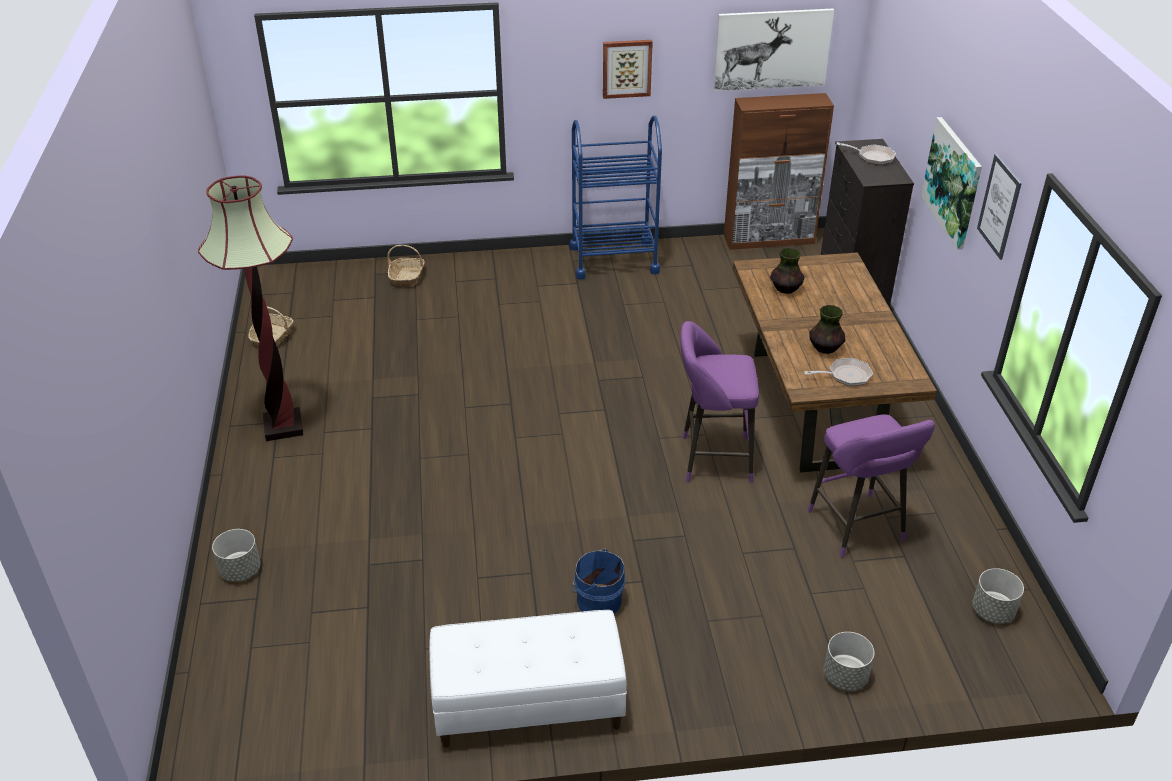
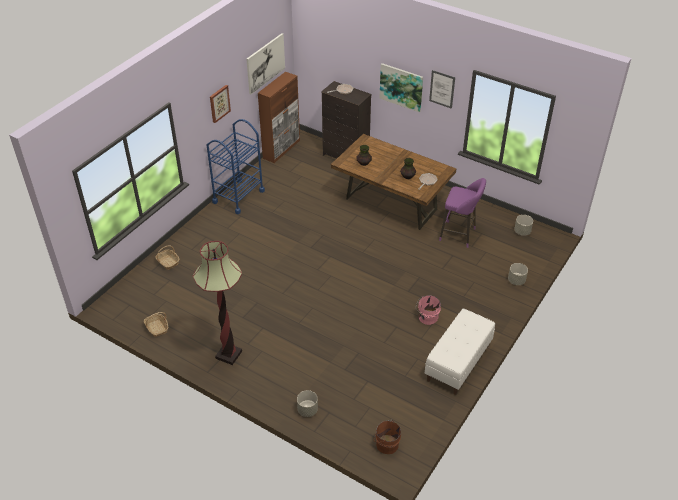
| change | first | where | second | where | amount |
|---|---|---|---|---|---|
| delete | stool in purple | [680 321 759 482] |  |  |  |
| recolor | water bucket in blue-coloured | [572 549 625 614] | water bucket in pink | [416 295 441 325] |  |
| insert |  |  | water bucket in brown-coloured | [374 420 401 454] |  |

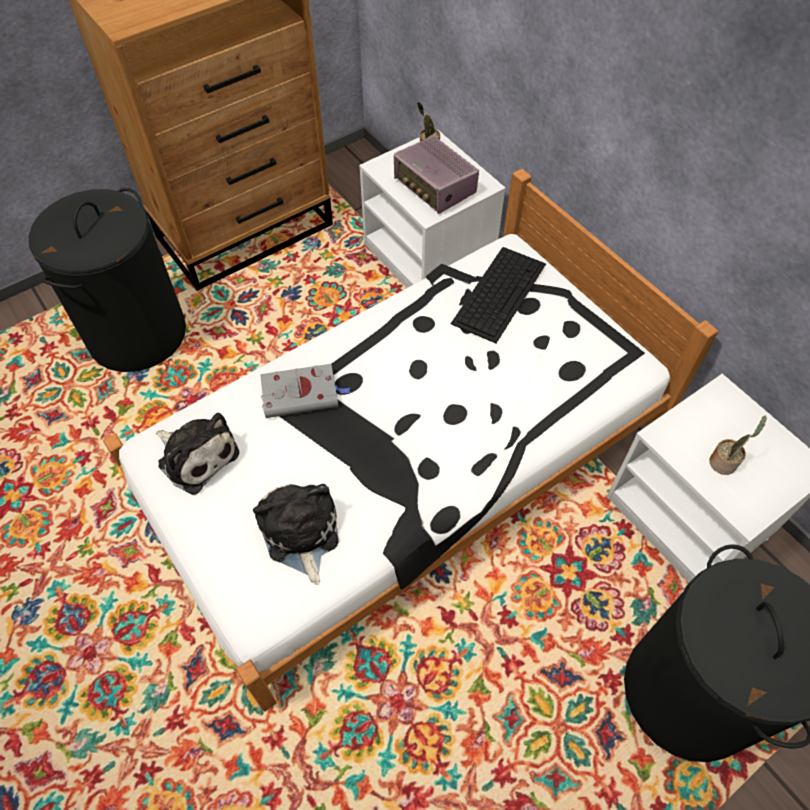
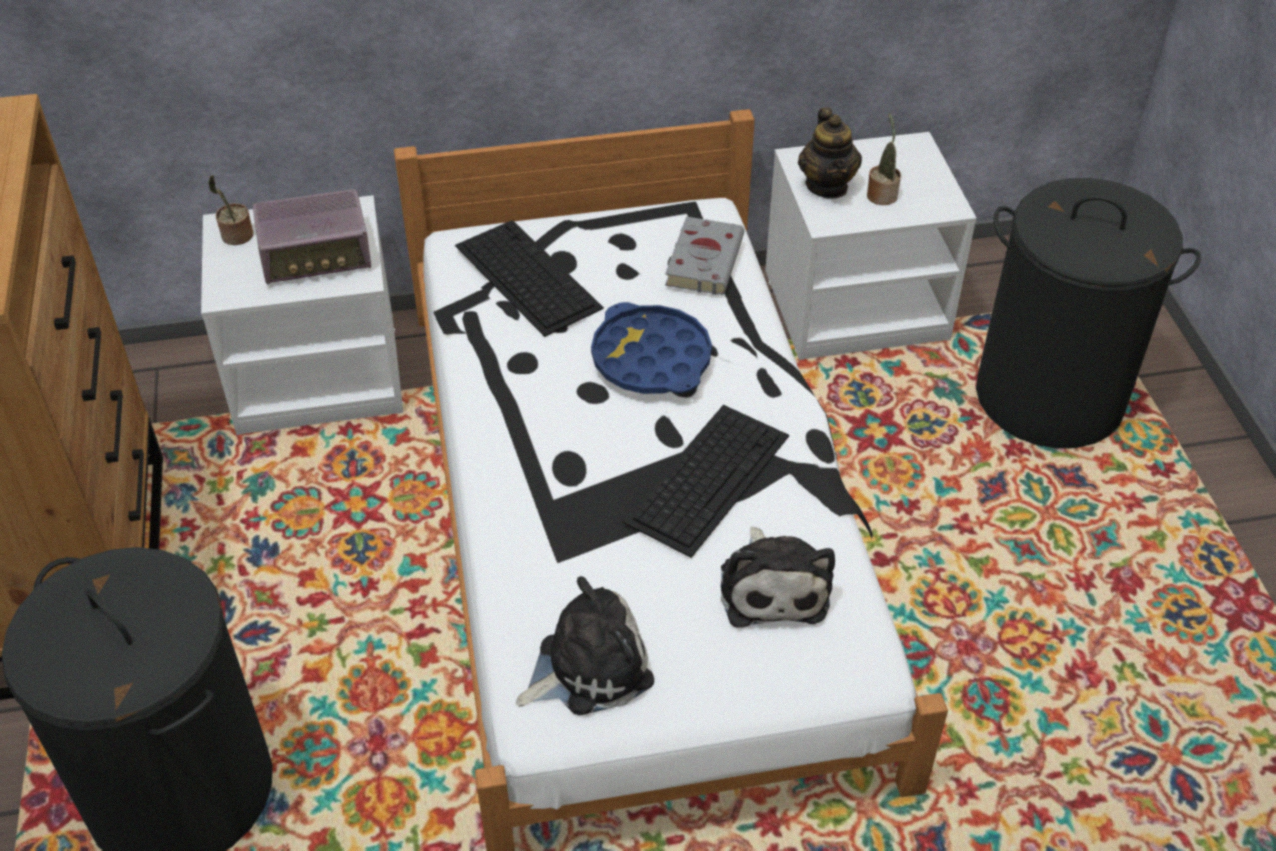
| change | first | where | second | where | amount |
|---|---|---|---|---|---|
| move | volume in gray | [260 364 351 418] |  | [665 216 744 295] |  |
| rotate | soft toy | [253 484 339 584] |  | [721 526 835 628] | 105 degrees counterclockwise |
| insert |  |  | teapot | [798 107 862 199] |  |
| insert |  |  | carrying tray in blue-coloured | [591 302 712 394] |  |
| insert |  |  | keyboard | [623 405 789 558] |  |

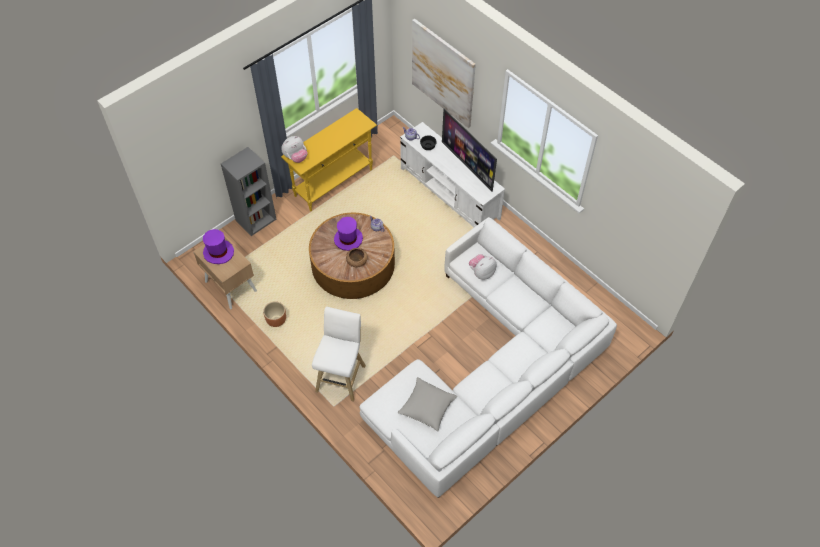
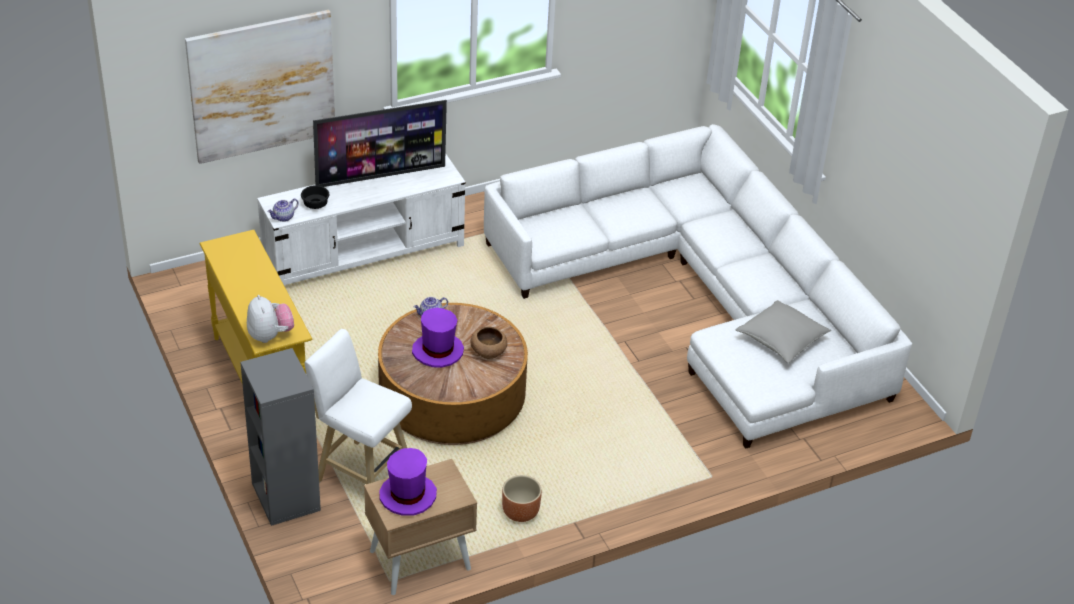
| change | first | where | second | where | amount |
|---|---|---|---|---|---|
| delete | soft toy | [469 254 496 280] |  |  |  |
| move | stool in white-coloured | [312 307 366 402] |  | [304 329 412 484] |  |

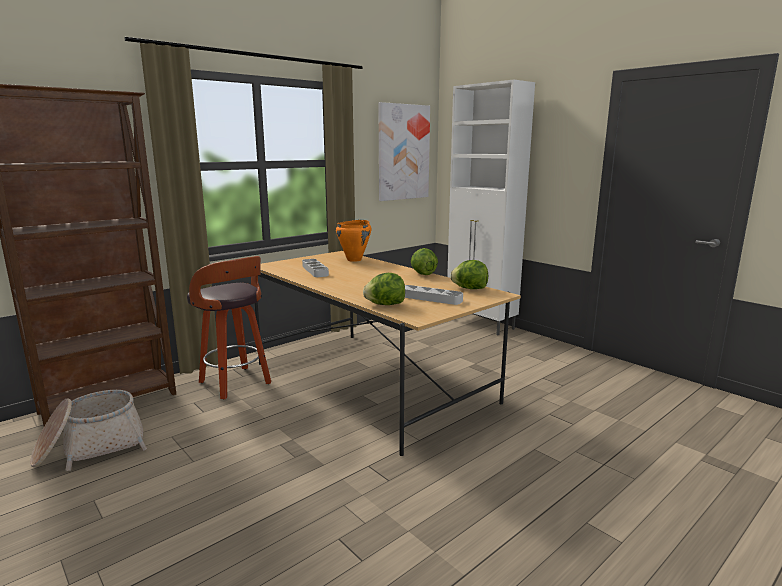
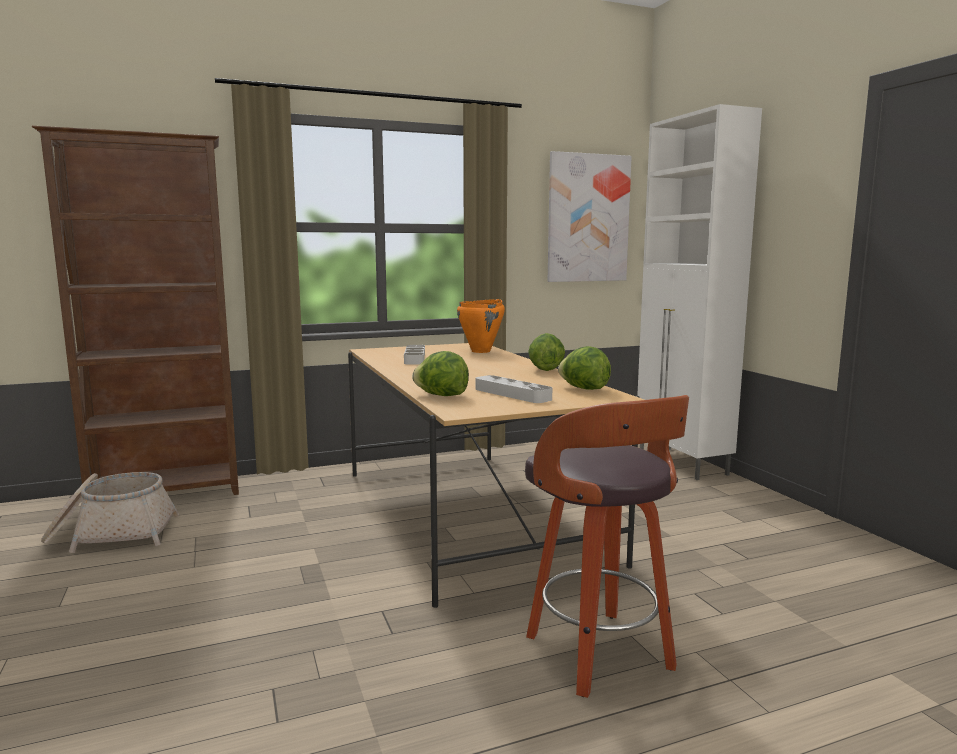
| change | first | where | second | where | amount |
|---|---|---|---|---|---|
| move | stool | [187 256 271 400] |  | [525 395 689 698] |  |

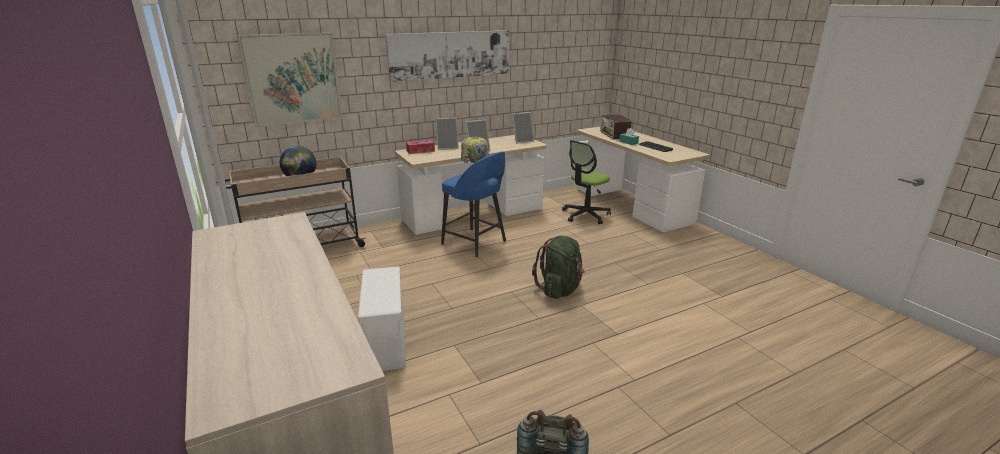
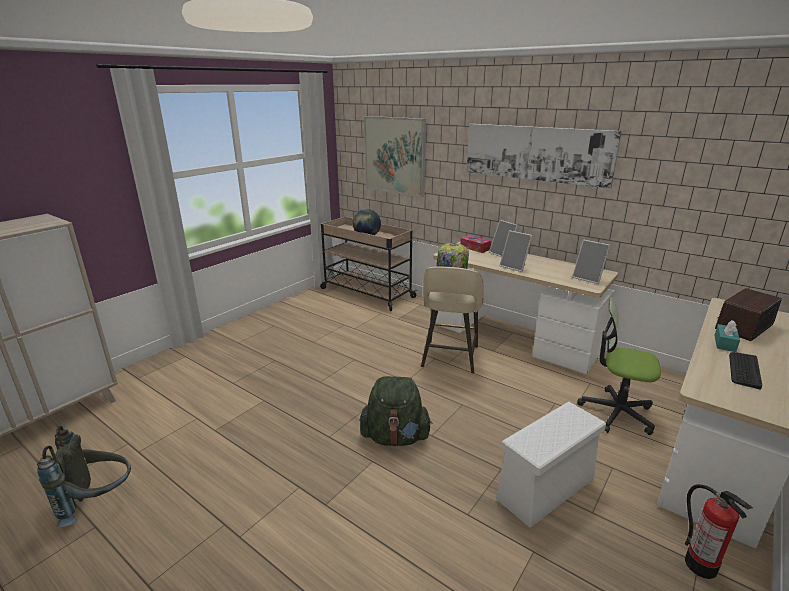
| change | first | where | second | where | amount |
|---|---|---|---|---|---|
| recolor | stool in blue-coloured | [441 151 506 257] | stool in sand-coloured | [421 266 484 373] |  |
| move | storage container in white-coloured | [358 267 406 371] |  | [496 402 606 527] |  |
| insert |  |  | fire extinguisher | [685 484 753 579] |  |

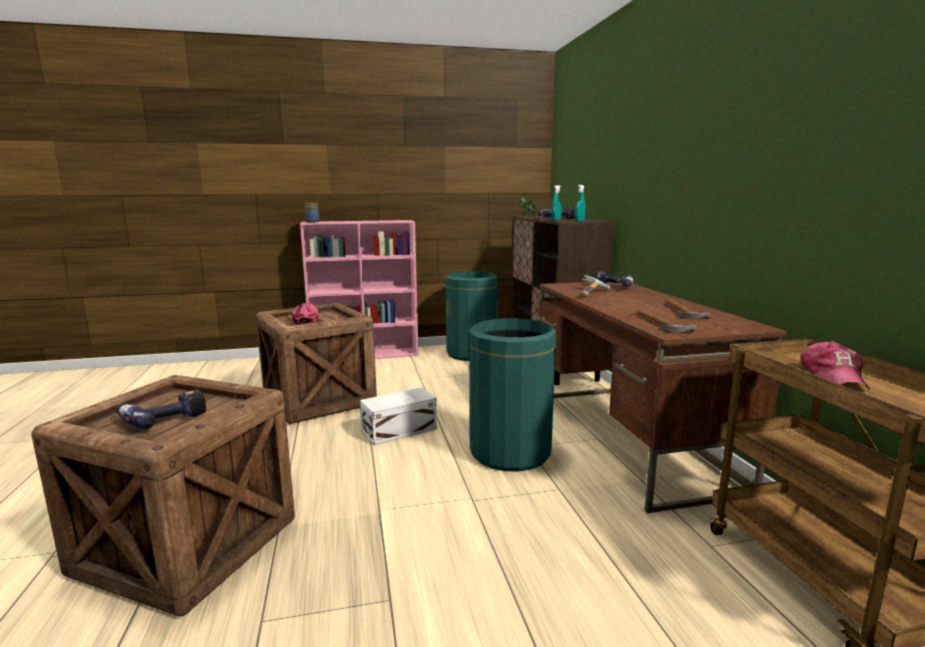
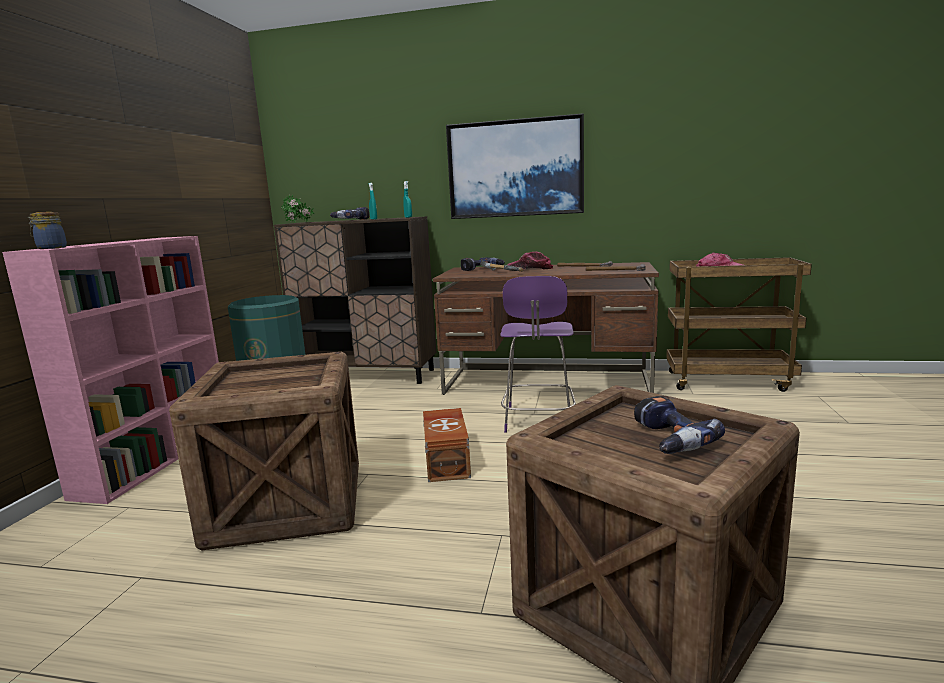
| change | first | where | second | where | amount |
|---|---|---|---|---|---|
| move | cap | [292 303 319 325] |  | [508 251 553 270] |  |
| replace | rubbish bin in green | [469 318 556 472] | plain chair in purple | [500 276 576 433] |  |
| recolor | storage container in white-coloured | [360 387 437 445] | storage container in brown-coloured | [423 408 471 482] |  |
| insert |  |  | wall picture | [446 113 584 219] |  |

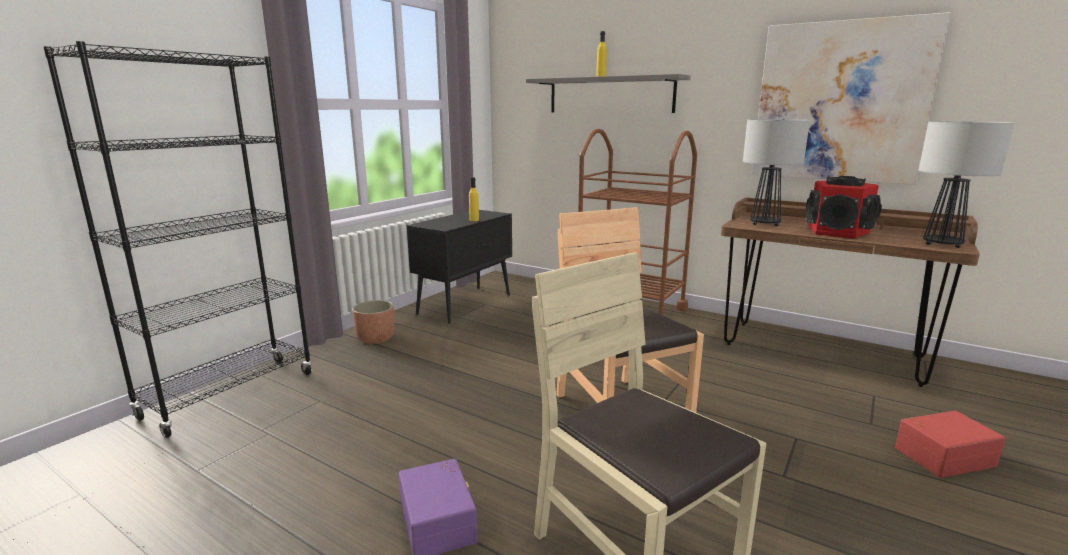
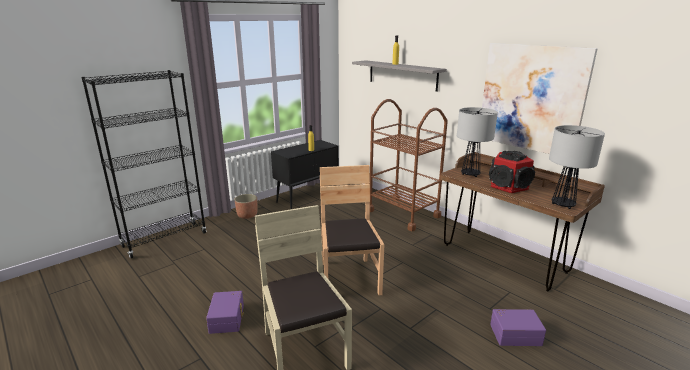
| change | first | where | second | where | amount |
|---|---|---|---|---|---|
| recolor | storage container in red-coloured | [895 411 1005 478] | storage container in purple | [490 309 546 346] |  |

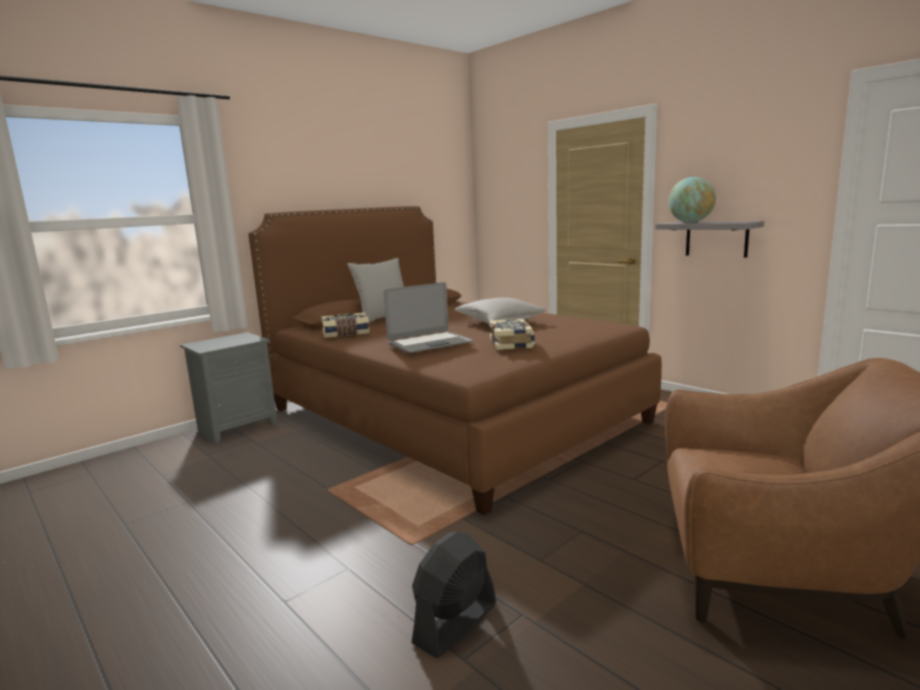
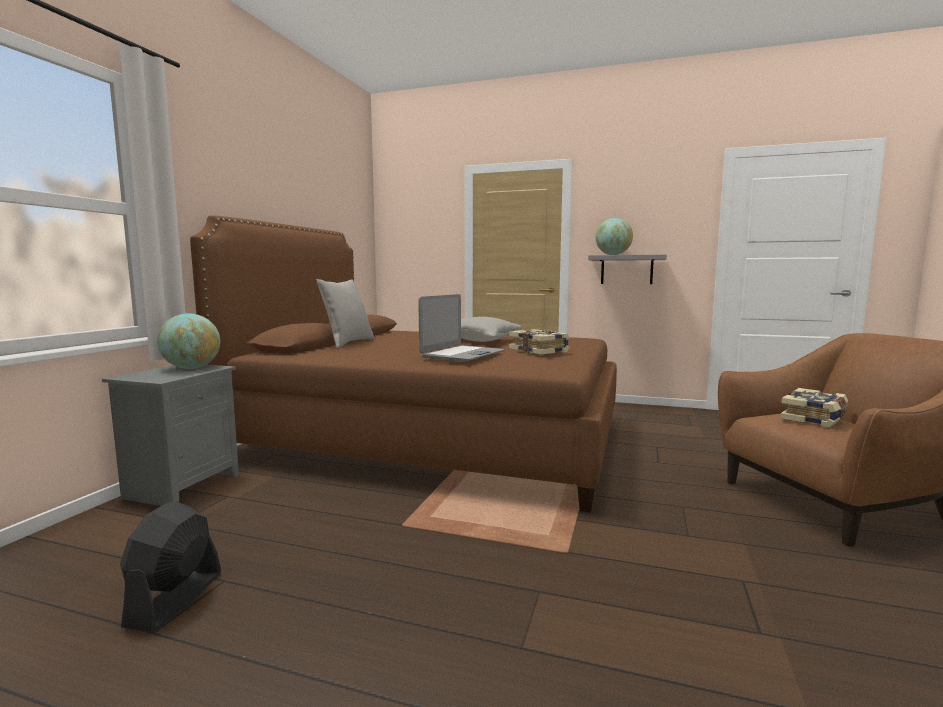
| change | first | where | second | where | amount |
|---|---|---|---|---|---|
| move | volume | [321 312 370 338] |  | [780 388 848 427] |  |
| move | cooling fan in black | [412 532 496 658] |  | [120 501 221 632] |  |
| insert |  |  | desk globe | [157 313 220 369] |  |

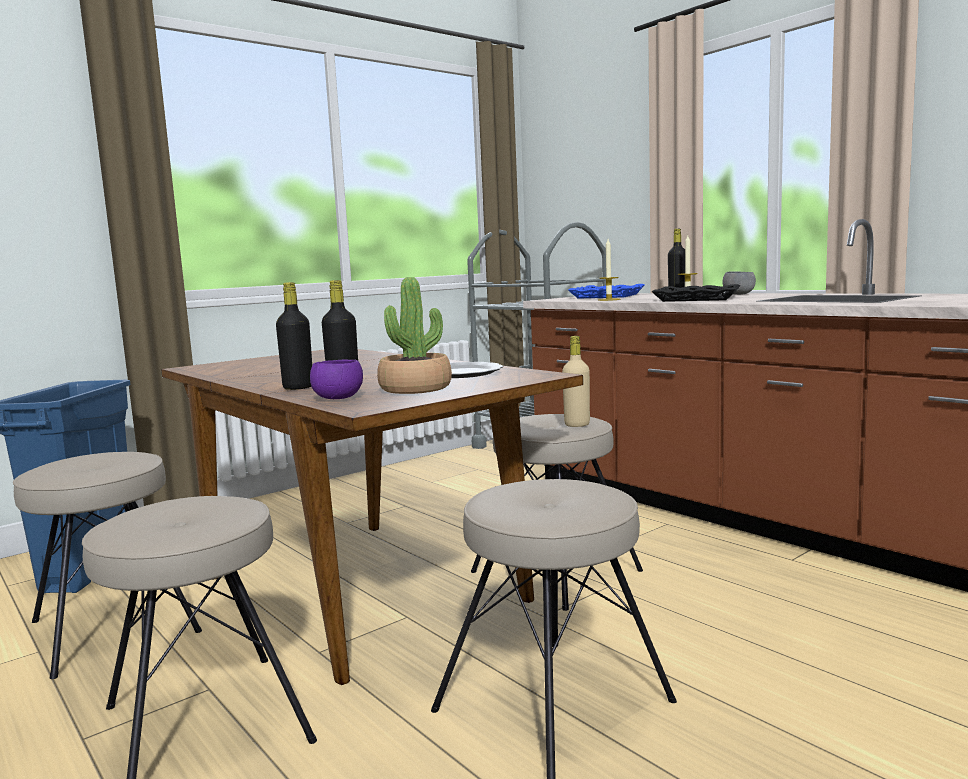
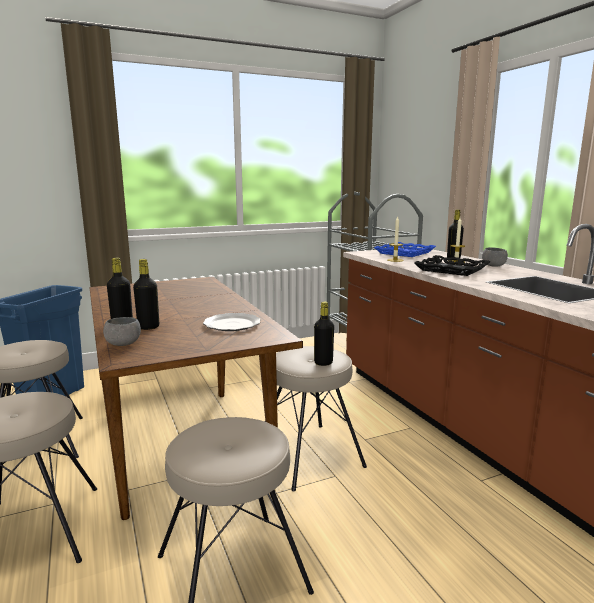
| change | first | where | second | where | amount |
|---|---|---|---|---|---|
| delete | potted plant | [377 277 452 394] |  |  |  |
| recolor | beverage bottle in sand-coloured | [562 336 590 427] | beverage bottle in black | [314 302 334 366] |  |
| recolor | bowl in purple | [310 360 363 399] | bowl in gray | [103 317 141 346] |  |

